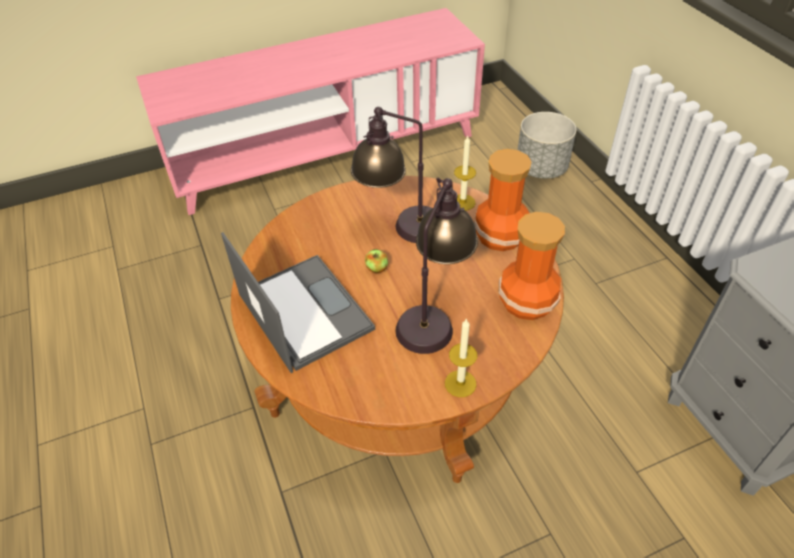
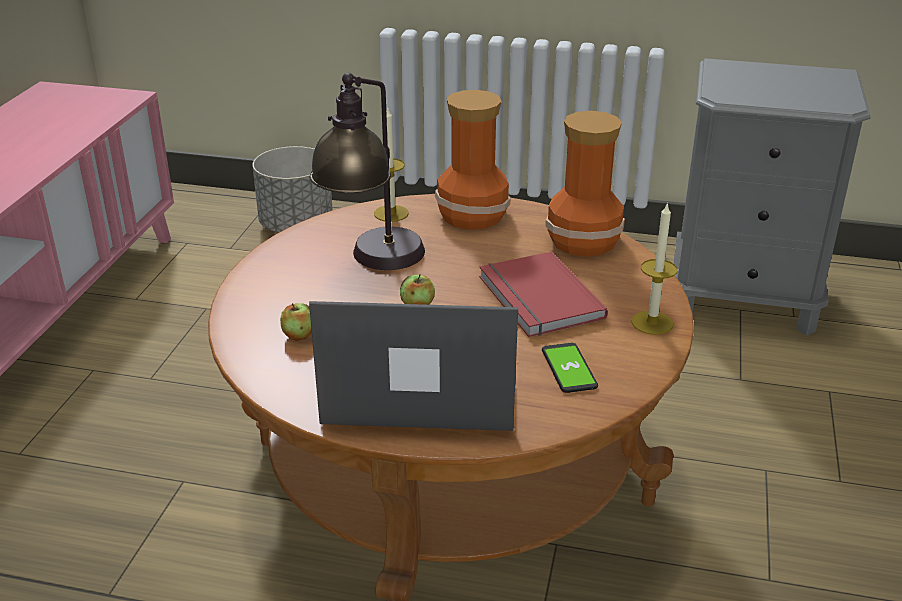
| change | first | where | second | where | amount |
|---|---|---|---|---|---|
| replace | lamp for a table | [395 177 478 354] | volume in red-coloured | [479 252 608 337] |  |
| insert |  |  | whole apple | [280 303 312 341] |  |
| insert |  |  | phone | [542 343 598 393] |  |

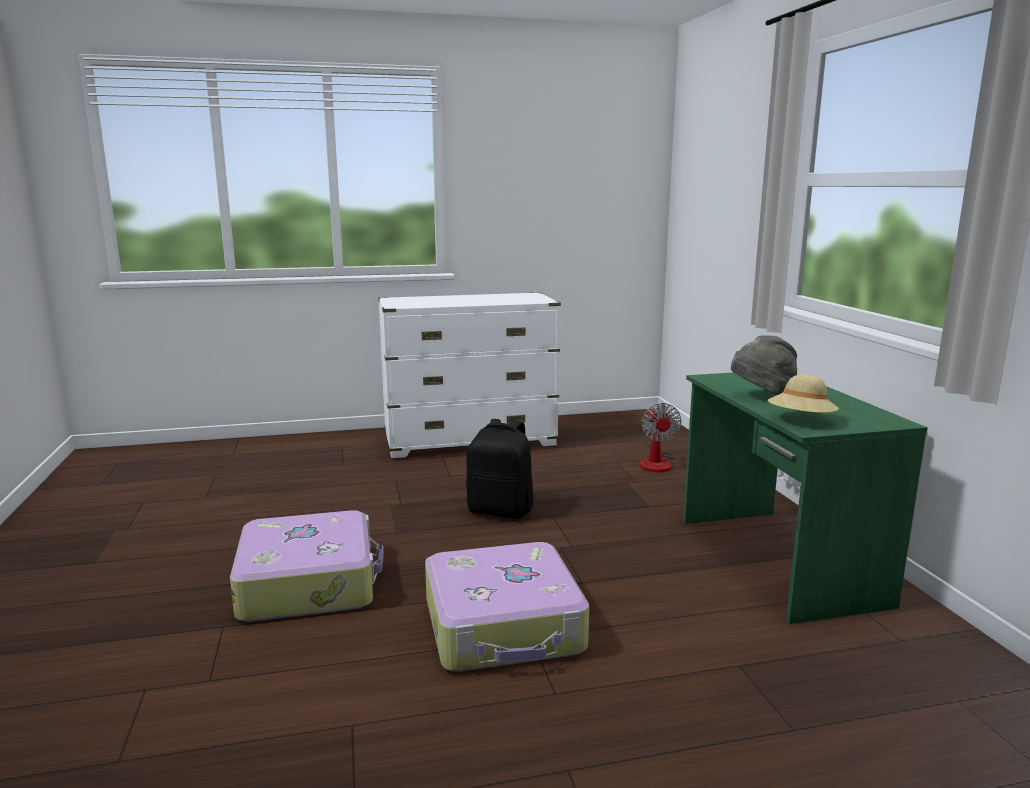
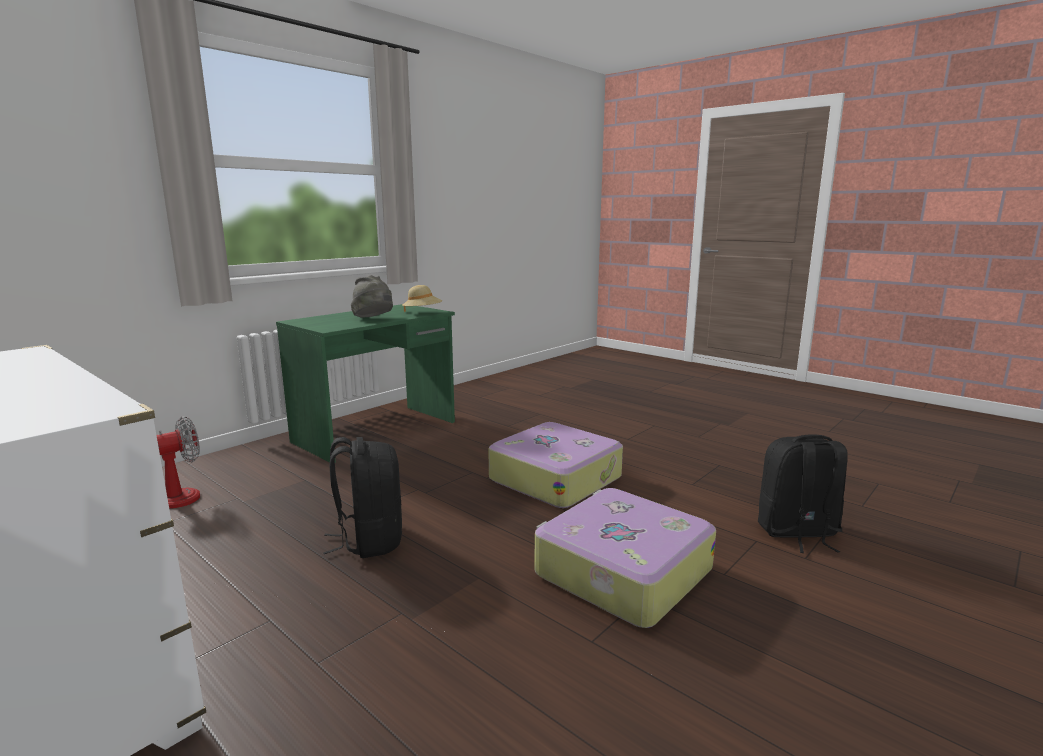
| change | first | where | second | where | amount |
|---|---|---|---|---|---|
| insert |  |  | backpack in black | [758 434 848 553] |  |

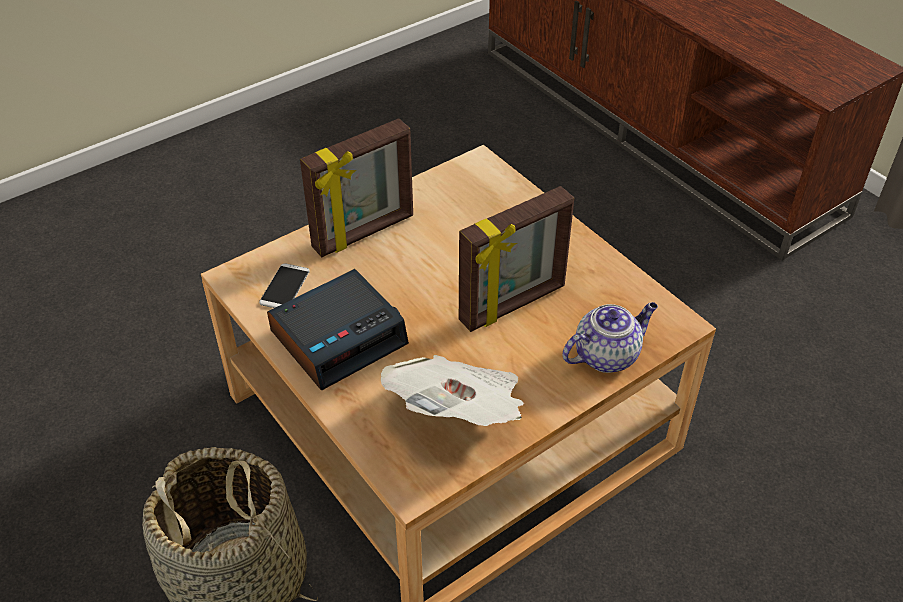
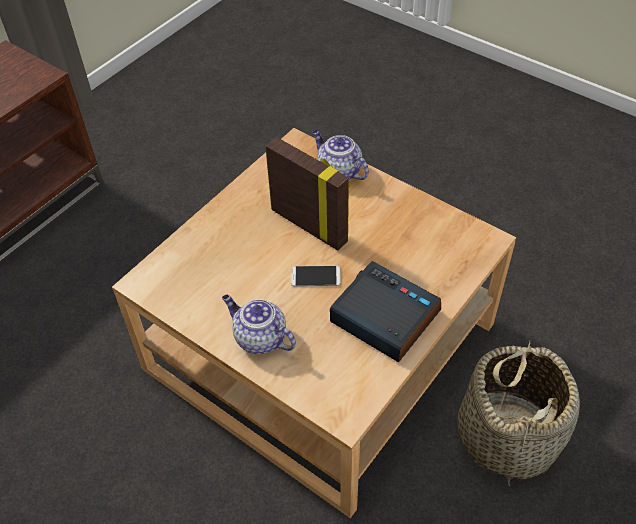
| change | first | where | second | where | amount |
|---|---|---|---|---|---|
| replace | picture frame | [300 118 413 257] | teapot | [222 295 296 354] |  |
| move | phone | [259 263 310 308] |  | [291 266 341 287] |  |
| delete | newspaper | [381 355 524 426] |  |  |  |

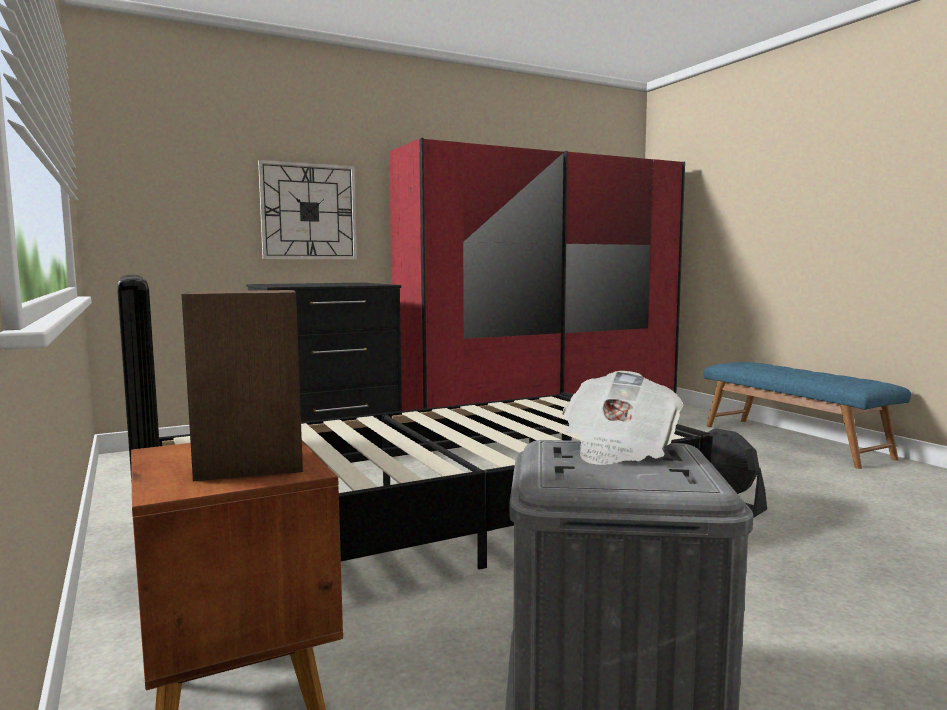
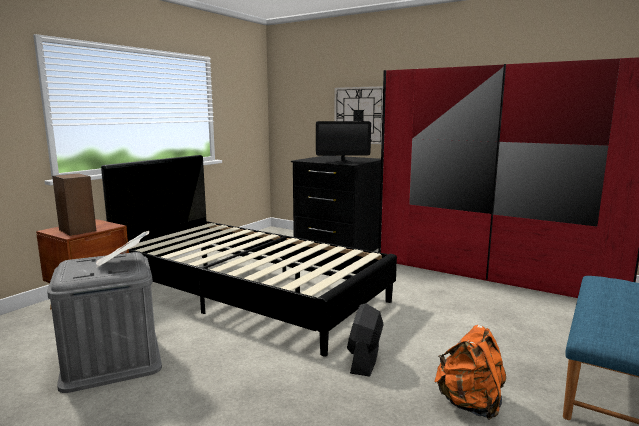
| change | first | where | second | where | amount |
|---|---|---|---|---|---|
| insert |  |  | monitor | [316 121 371 162] |  |
| insert |  |  | backpack in orange | [435 325 506 420] |  |

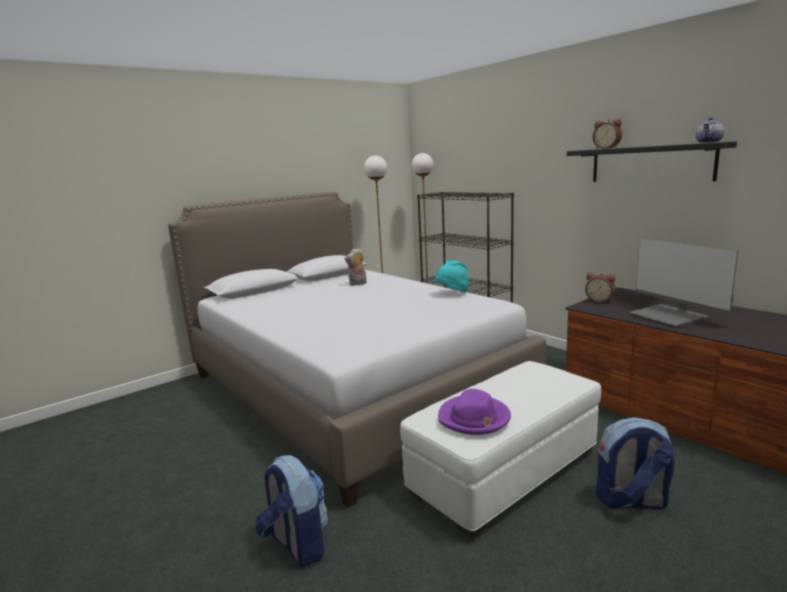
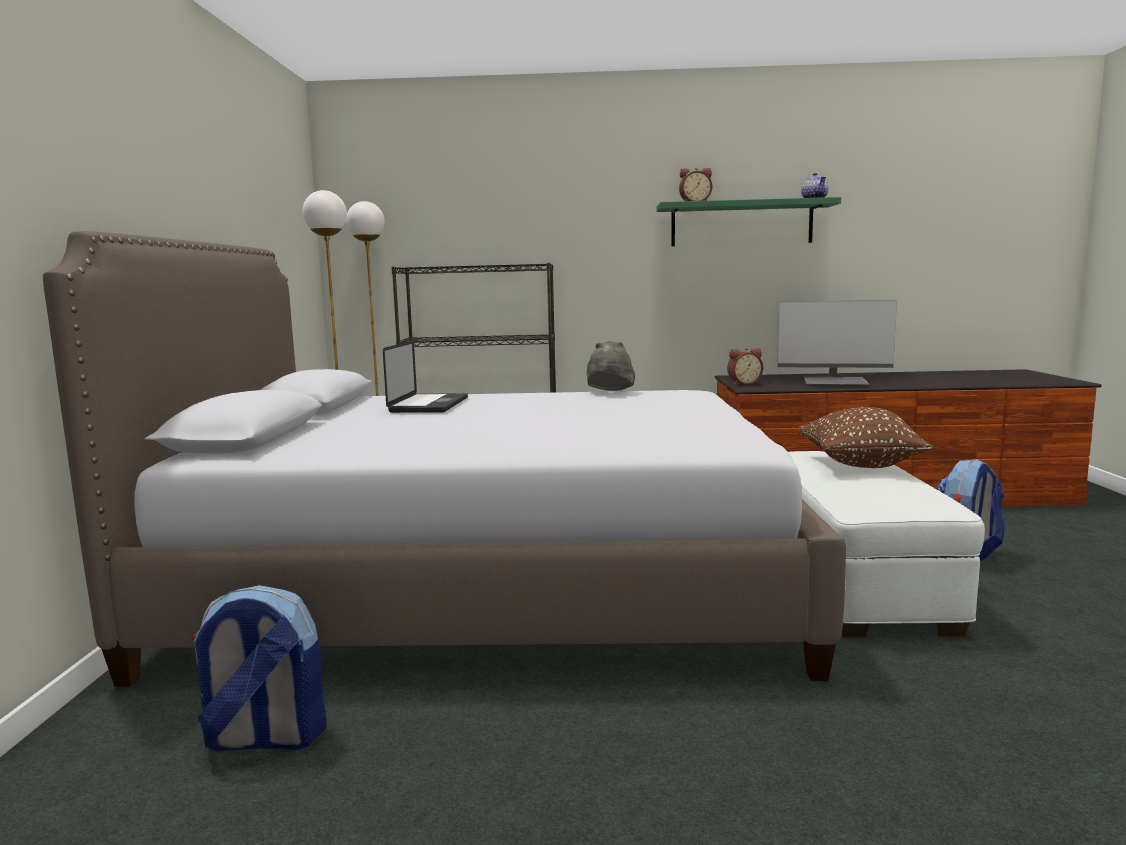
| change | first | where | second | where | amount |
|---|---|---|---|---|---|
| recolor | bracket shelf in black | [567 142 737 182] | bracket shelf in green | [657 197 841 246] |  |
| replace | soft toy | [344 248 367 286] | laptop | [383 341 468 413] |  |
| recolor | wearable hat in turquoise | [435 260 469 293] | wearable hat in gray | [587 341 635 391] |  |
| delete | wearable hat in purple | [438 389 511 435] |  |  |  |
| move | backpack | [256 455 328 567] |  | [192 585 327 751] |  |
| insert |  |  | throw pillow in brown-coloured | [799 407 934 468] |  |

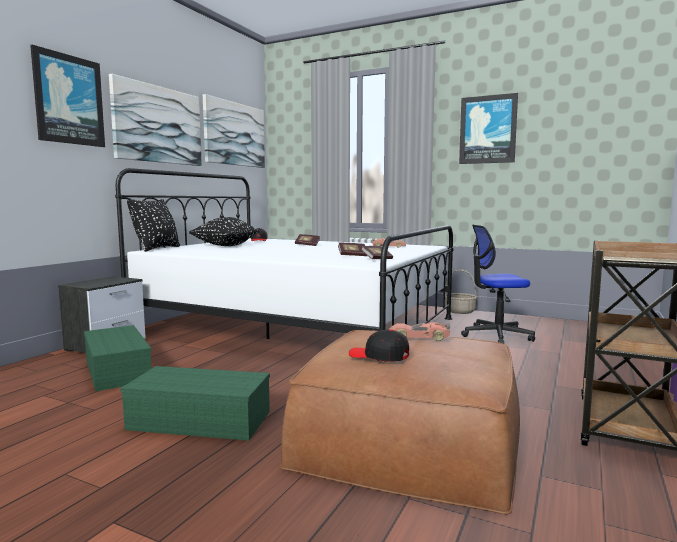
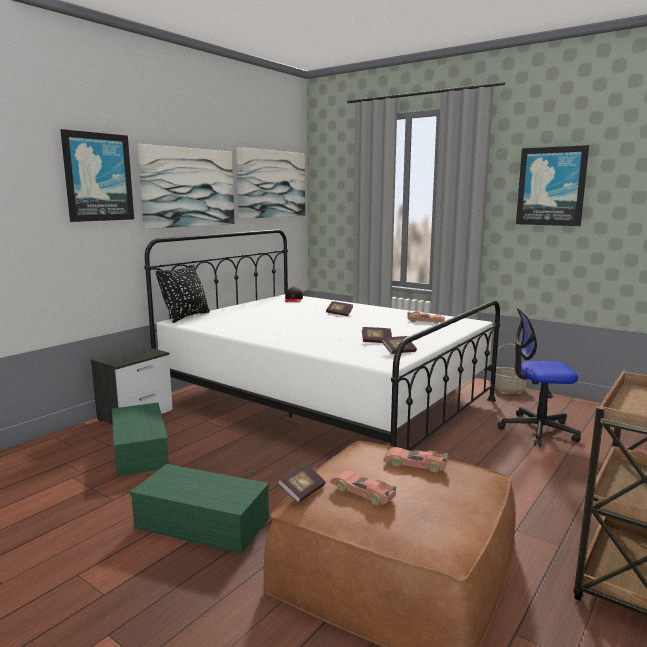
| change | first | where | second | where | amount |
|---|---|---|---|---|---|
| delete | throw pillow in black | [189 217 260 246] |  |  |  |
| replace | cap in black | [349 329 409 362] | toy car | [330 470 396 505] |  |
| insert |  |  | volume | [277 463 325 503] |  |

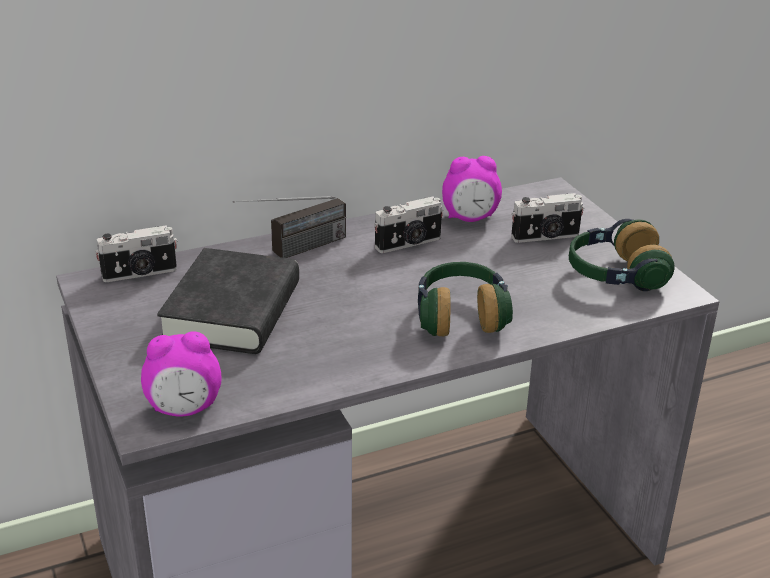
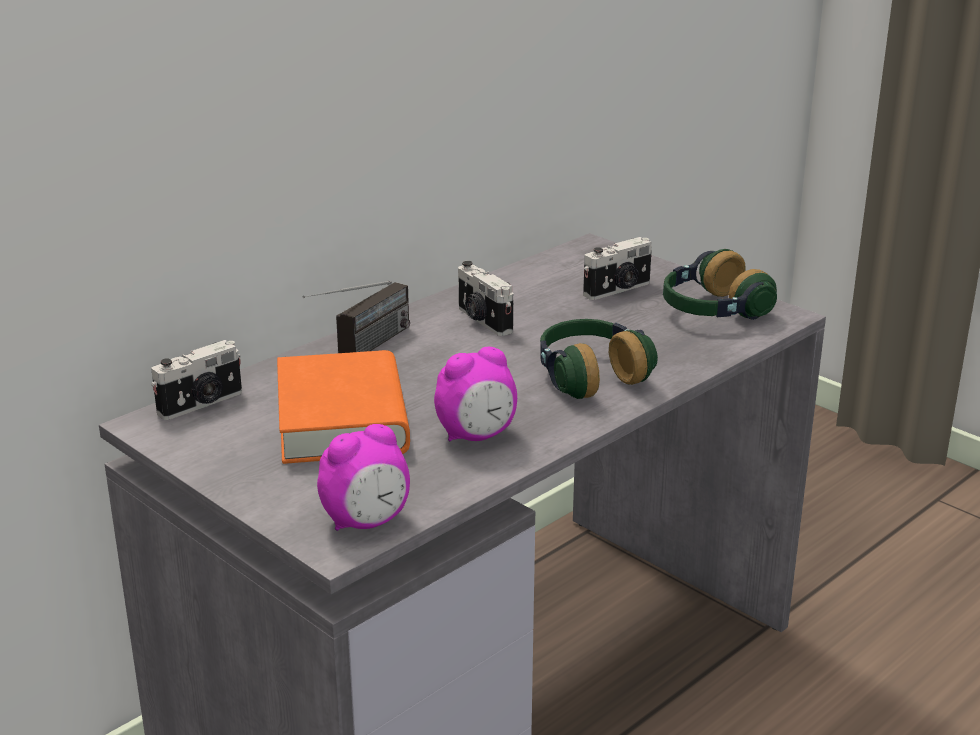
| change | first | where | second | where | amount |
|---|---|---|---|---|---|
| move | table clock | [442 156 502 222] |  | [434 347 517 441] |  |
| rotate | photo camera | [374 196 443 253] |  | [458 261 513 336] | 105 degrees clockwise |
| recolor | volume in black | [157 248 299 354] | volume in orange | [277 350 410 464] |  |

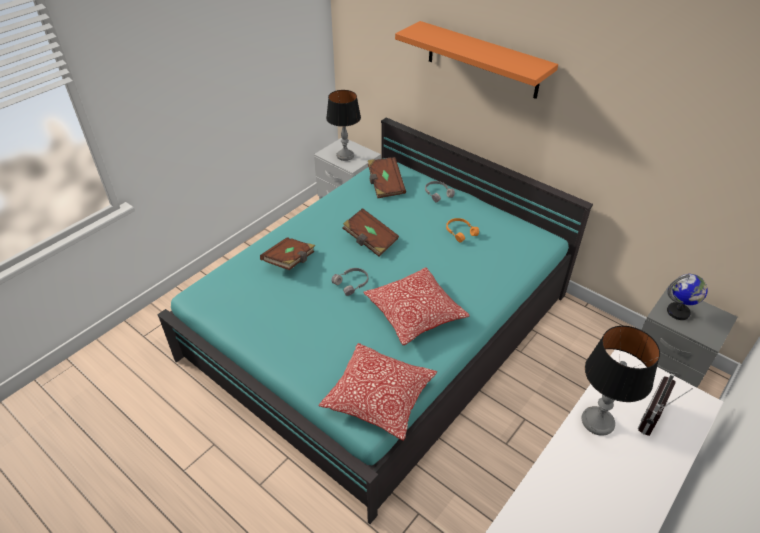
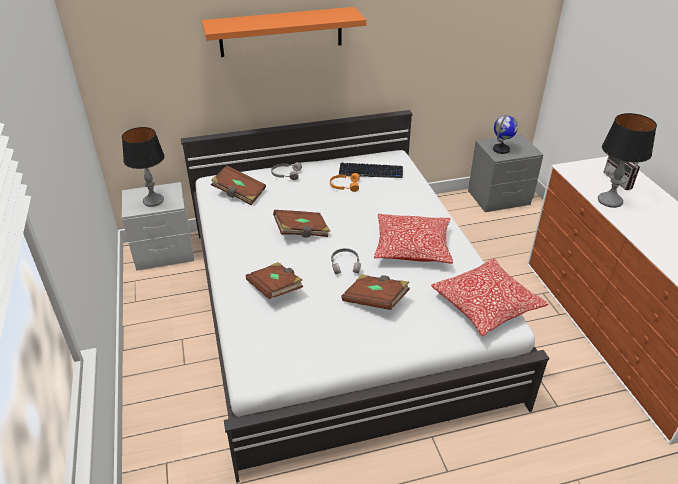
| change | first | where | second | where | amount |
|---|---|---|---|---|---|
| recolor | bed in turquoise | [157 117 593 524] | bed in white-coloured | [181 110 549 483] |  |
| insert |  |  | keyboard | [339 162 403 178] |  |
| insert |  |  | volume in brown-coloured | [341 274 410 310] |  |

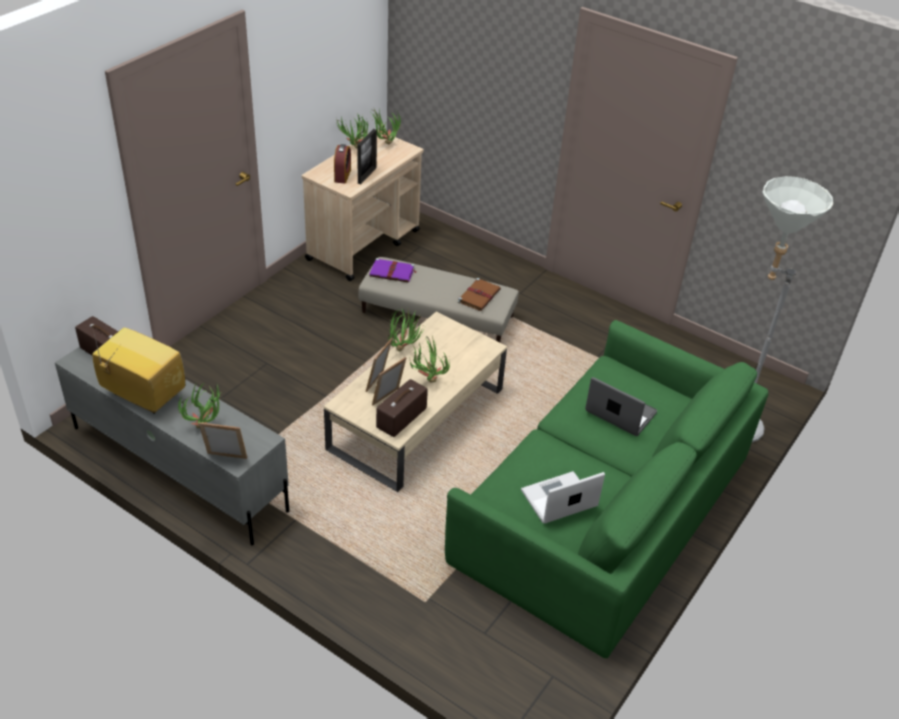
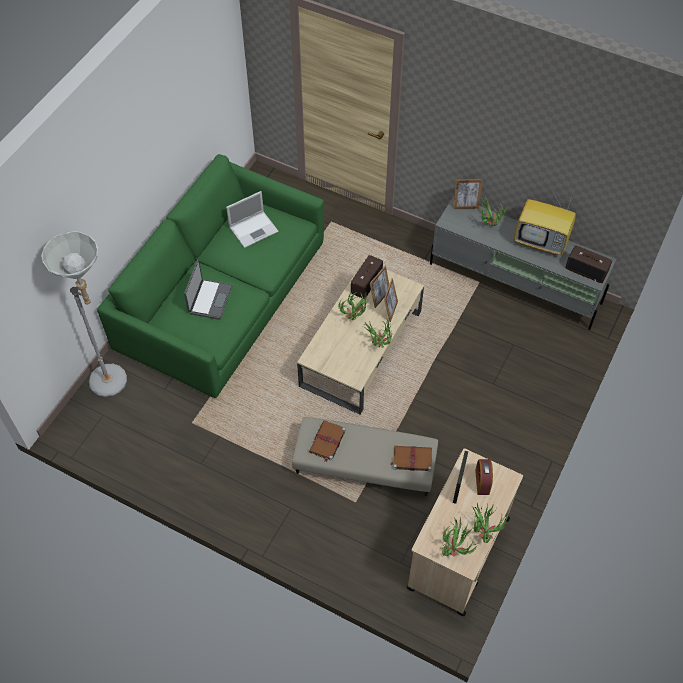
| change | first | where | second | where | amount |
|---|---|---|---|---|---|
| recolor | volume in purple | [370 258 417 283] | volume in brown-coloured | [390 446 432 472] |  |
| rotate | laptop | [585 377 657 436] |  | [184 260 232 320] | 105 degrees counterclockwise |

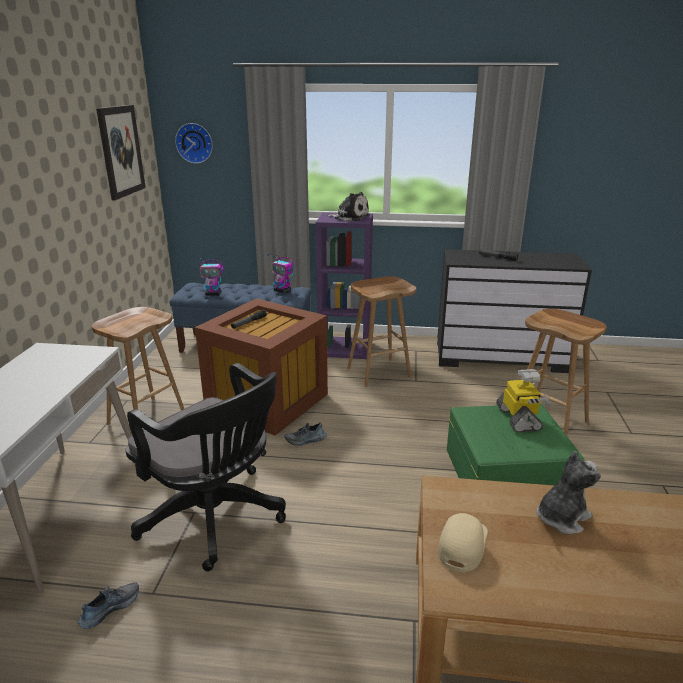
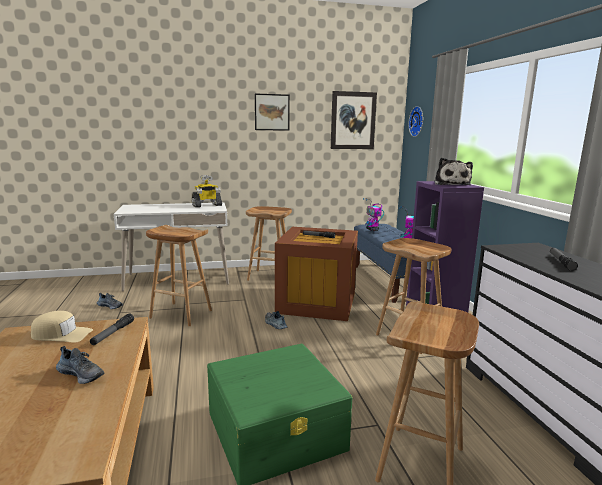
| change | first | where | second | where | amount |
|---|---|---|---|---|---|
| replace | computer chair in black | [125 363 286 572] | stool in brown-coloured | [146 225 212 326] |  |
| move | robot figure | [496 369 551 432] |  | [192 175 222 207] |  |
| replace | soft toy | [536 451 601 534] | low shoe | [56 346 104 384] |  |
| insert |  |  | wall picture | [255 93 290 131] |  |
| insert |  |  | flashlight | [90 313 134 345] |  |

